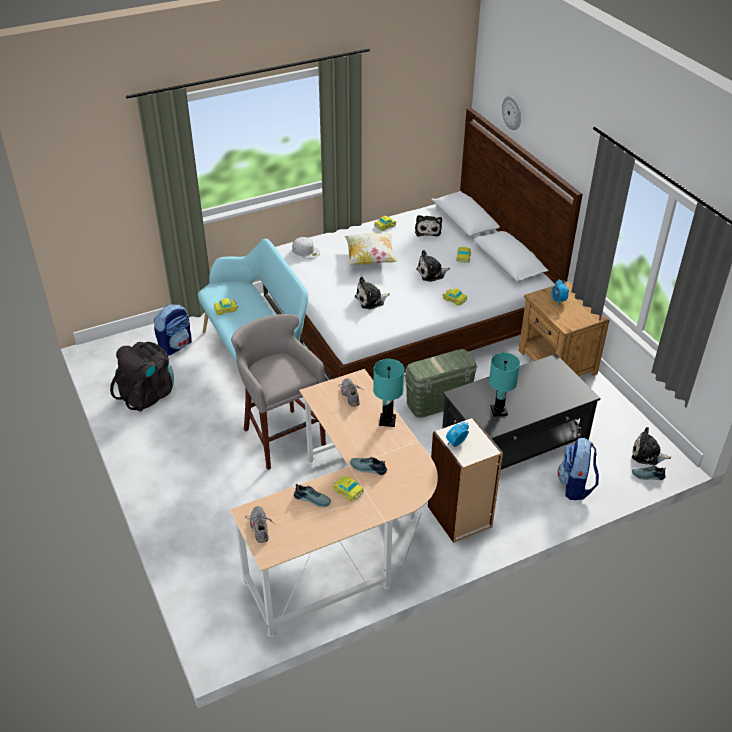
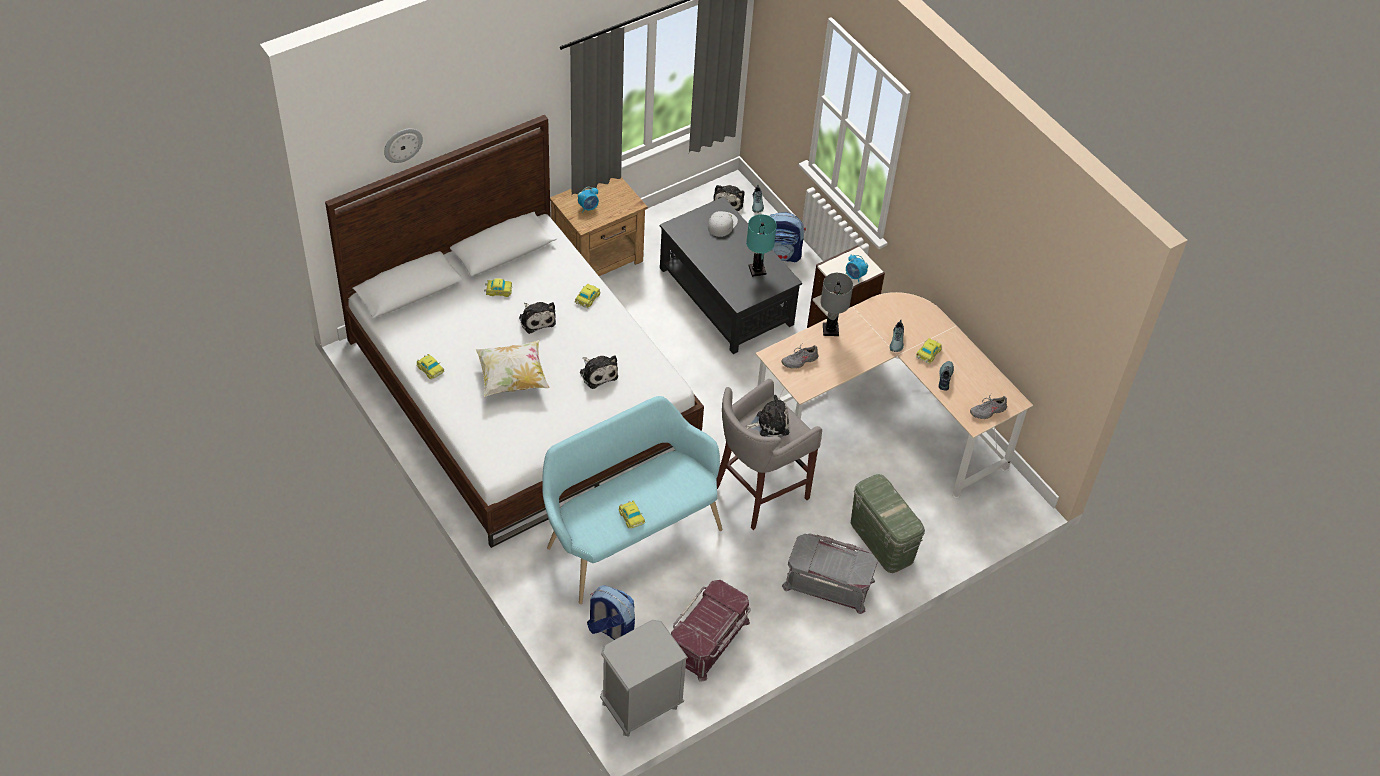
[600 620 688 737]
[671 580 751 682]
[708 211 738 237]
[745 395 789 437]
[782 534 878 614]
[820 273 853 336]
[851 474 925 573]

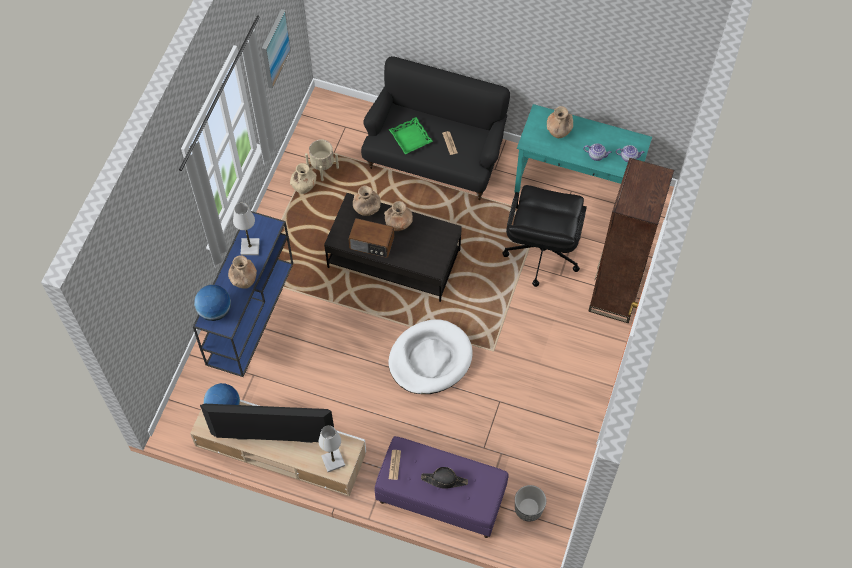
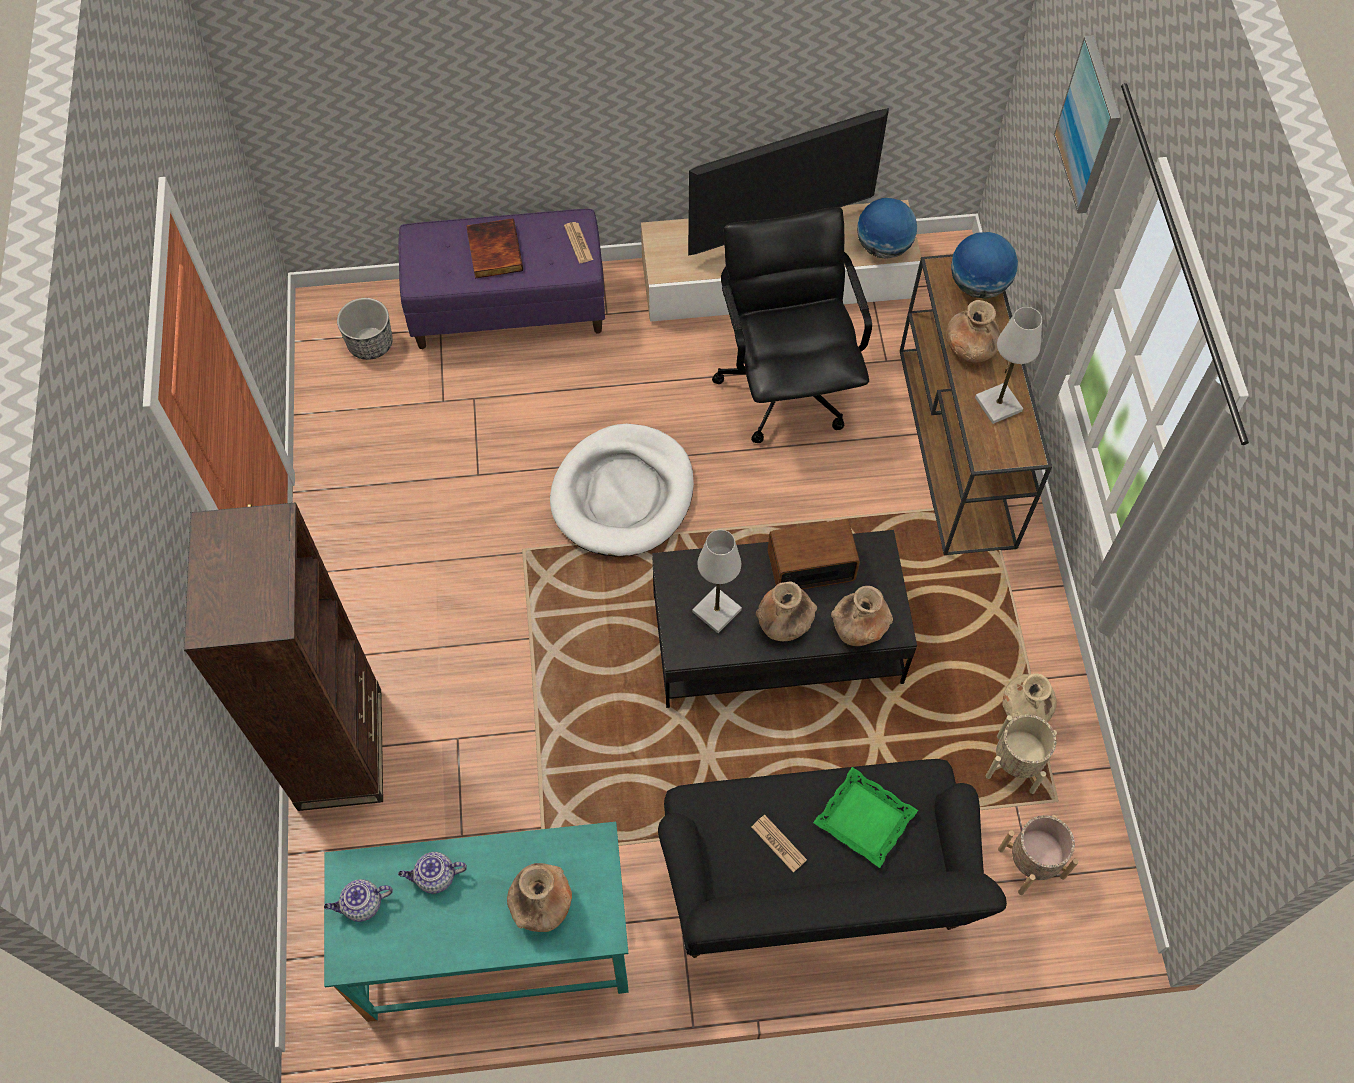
[466 218 523 278]
[692 530 742 633]
[712 207 872 443]
[900 254 1052 555]
[998 815 1079 895]
[1054 35 1121 214]

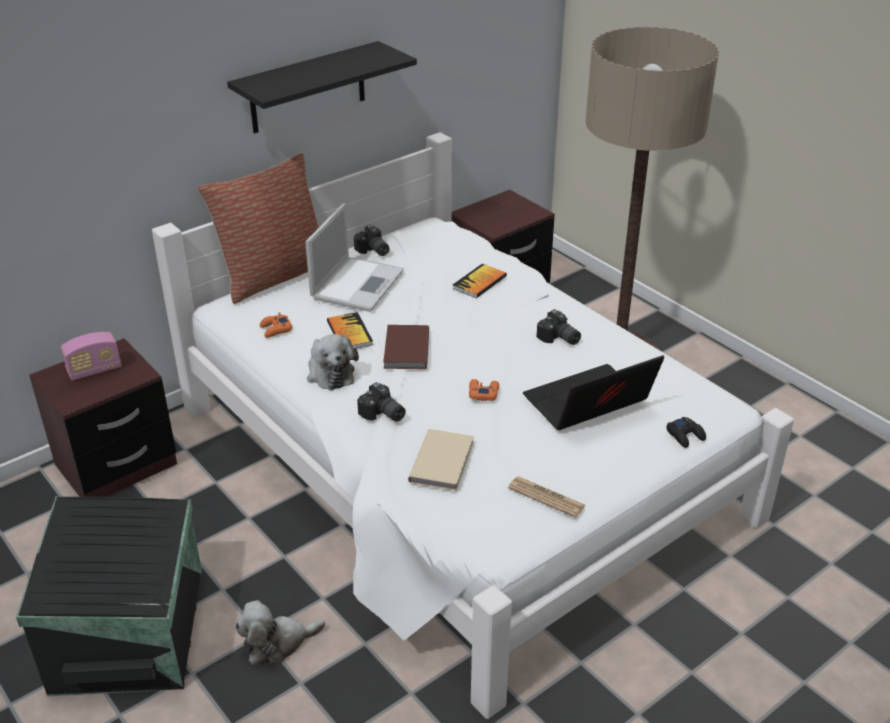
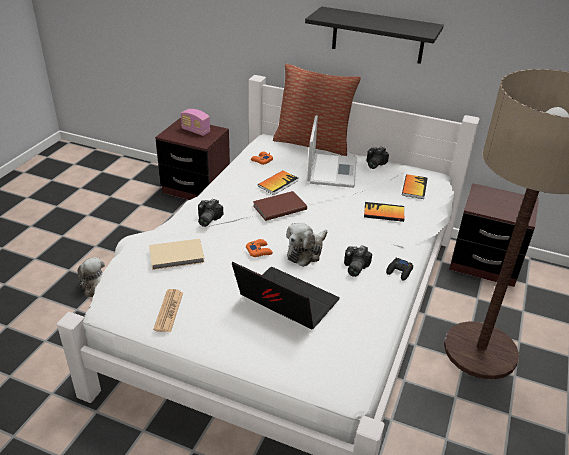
[286 223 327 267]
[307 115 357 188]
[386 258 413 281]
[402 174 428 199]
[16 496 202 697] (first image)

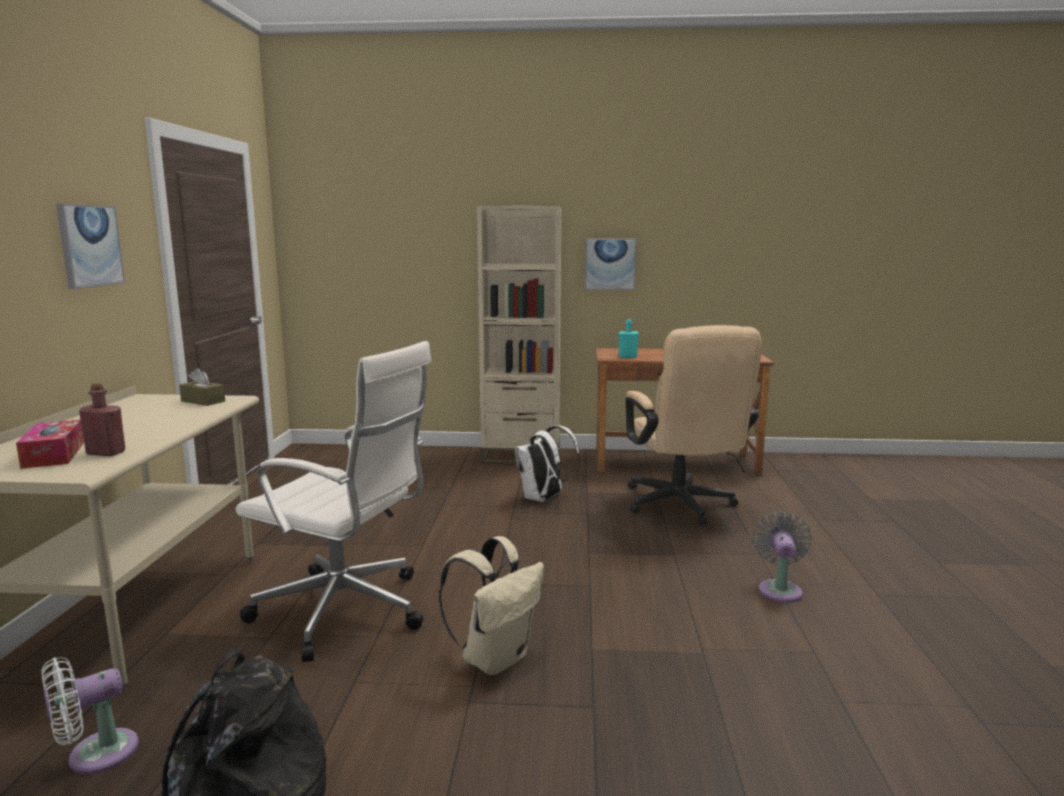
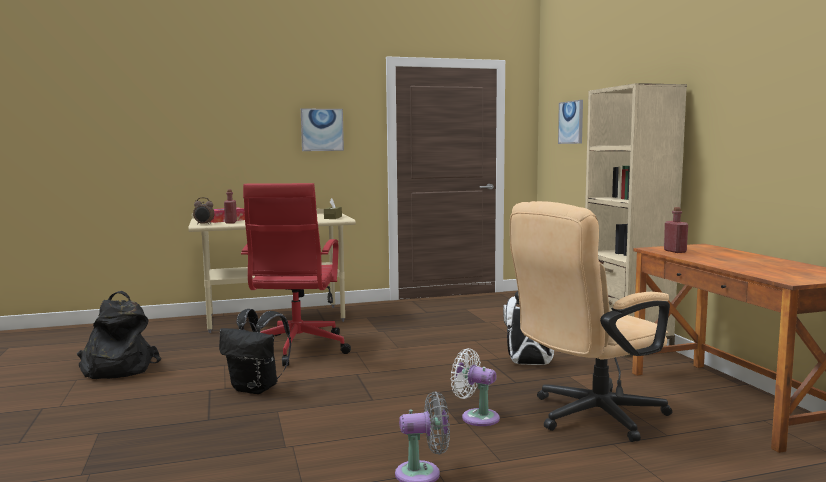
[193 197 215 225]
[219 309 291 394]
[241 183 351 366]
[450 348 500 426]
[558 100 583 144]
[664 207 688 253]

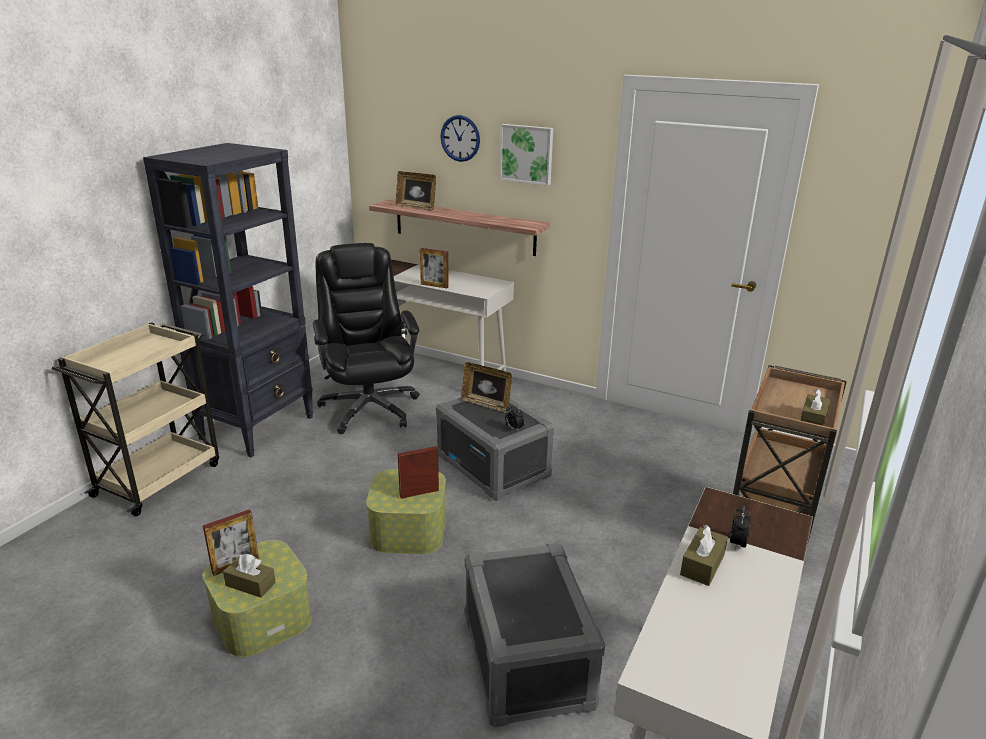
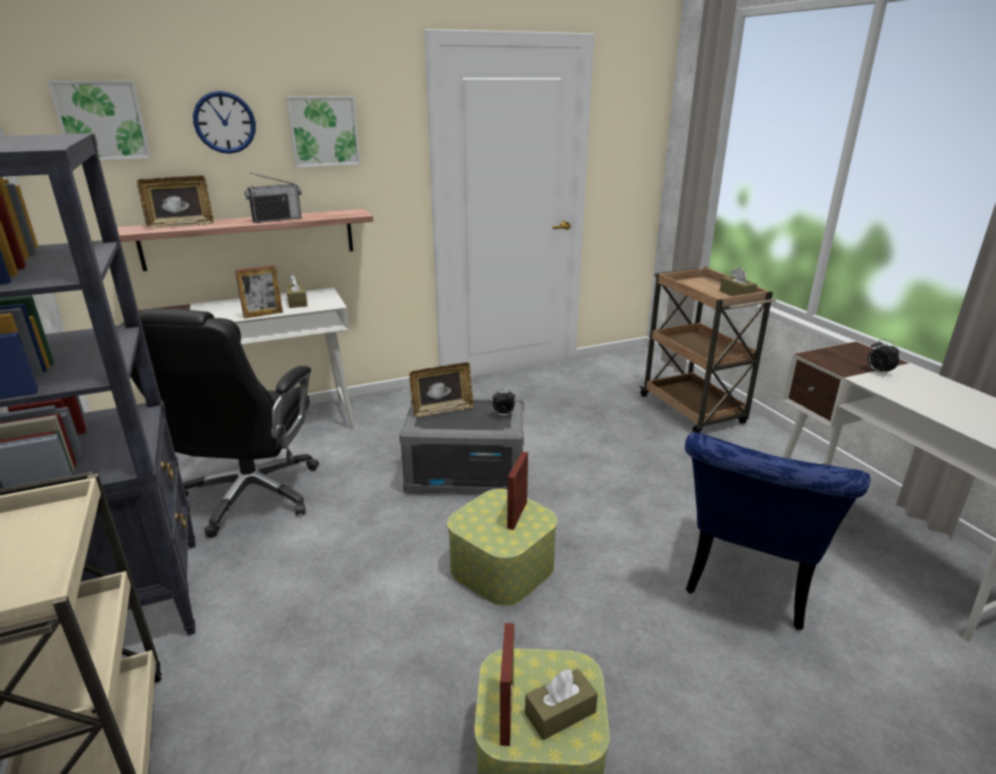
[48 81 151 160]
[120 309 319 538]
[245 173 302 223]
[286 275 308 308]
[685 432 871 630]

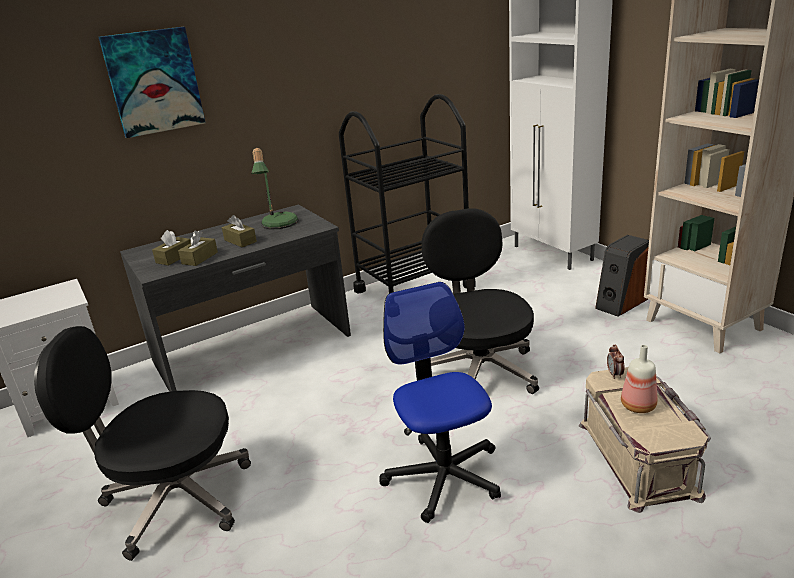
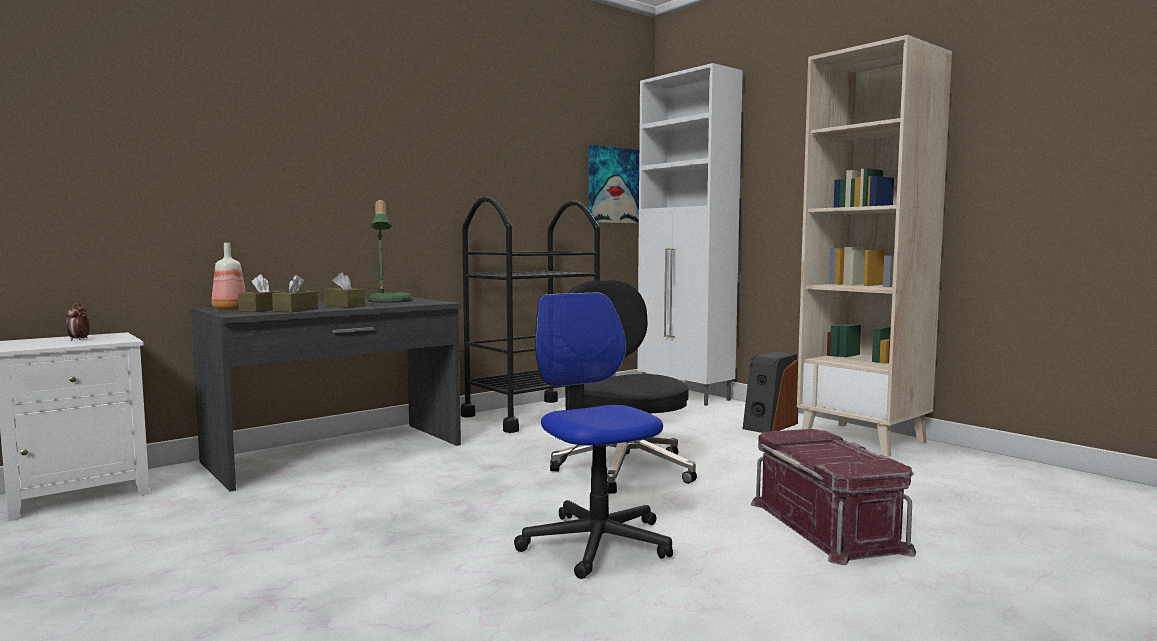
[66 303 90 341]
[212 243 246 310]
[589 145 639 224]
[751 429 916 565]
[34 326 251 561] (first image)

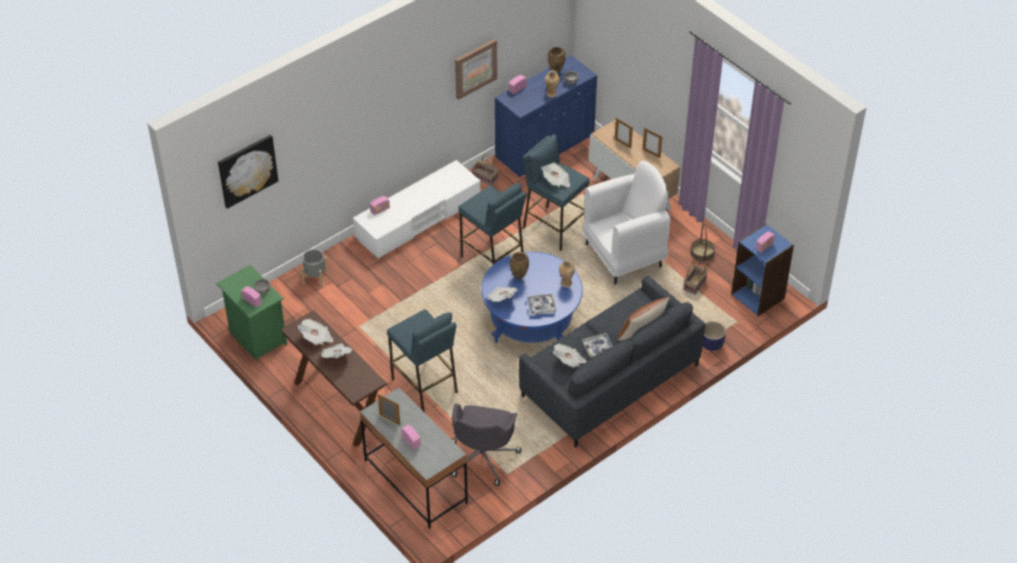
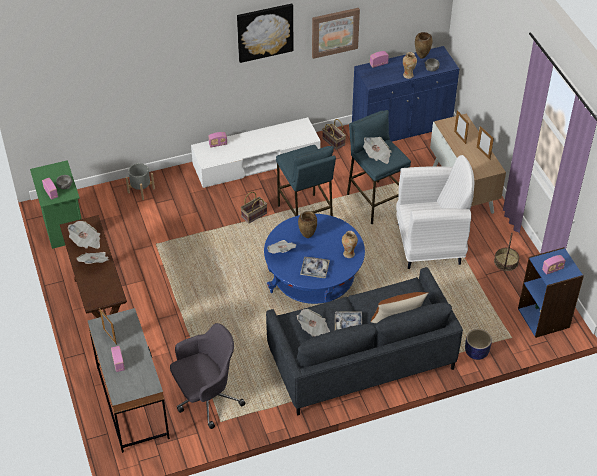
[170 323 246 429]
[237 4 293 63]
[240 192 267 224]
[387 309 458 412] (first image)

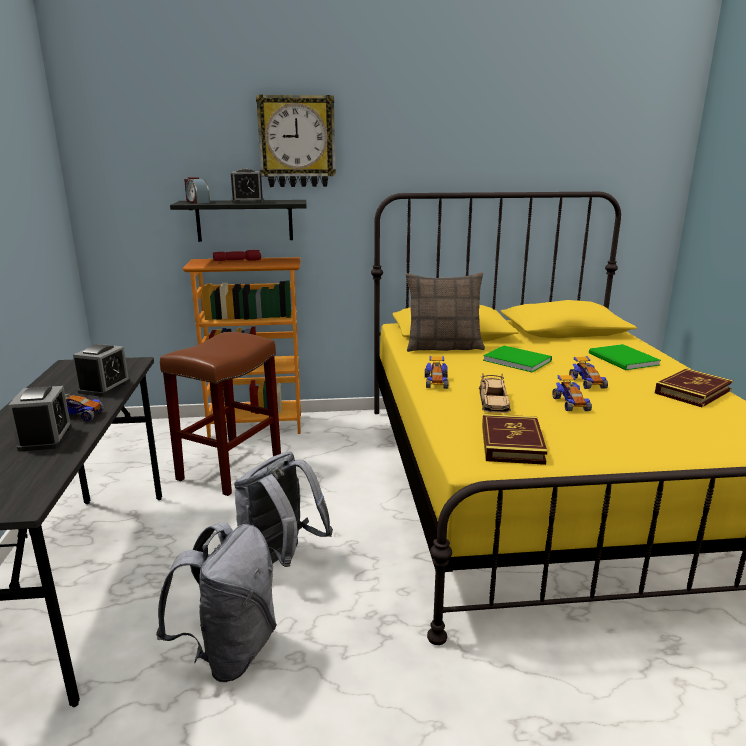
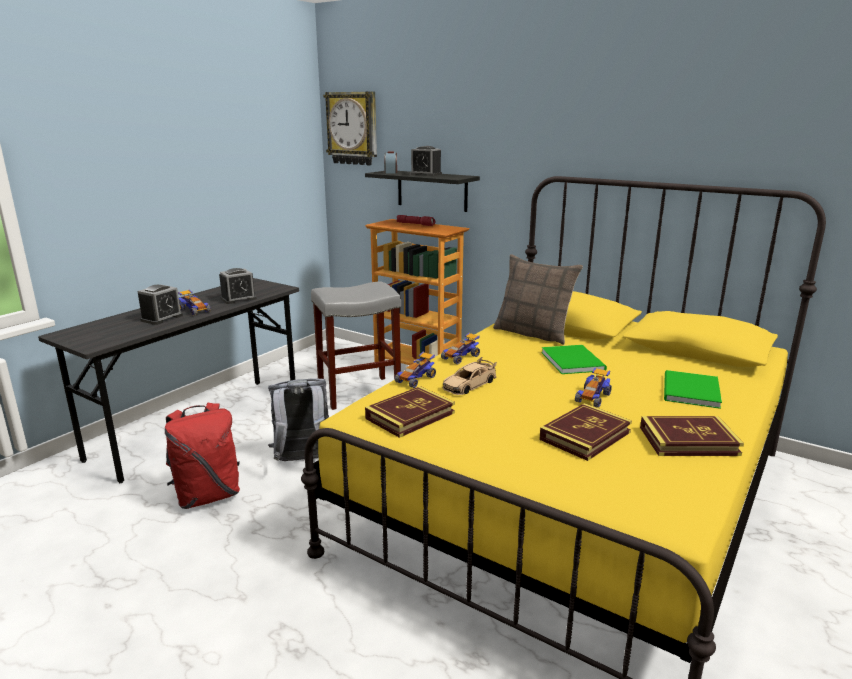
[165 403 240 509]
[311 281 401 410]
[323 92 377 165]
[395 352 436 388]
[539 403 632 461]

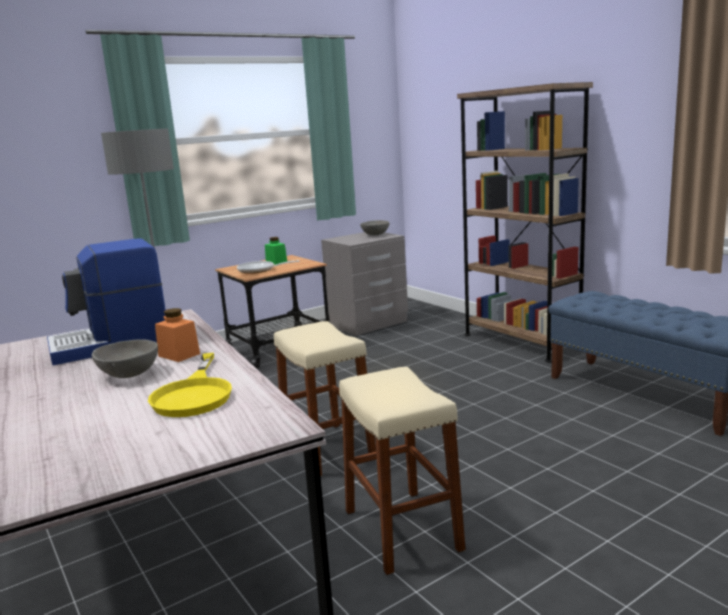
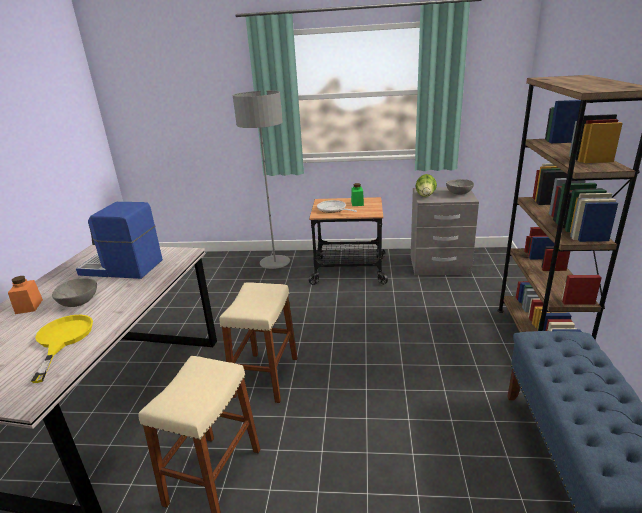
[8 276 43 314]
[31 314 93 383]
[415 174 437 197]

